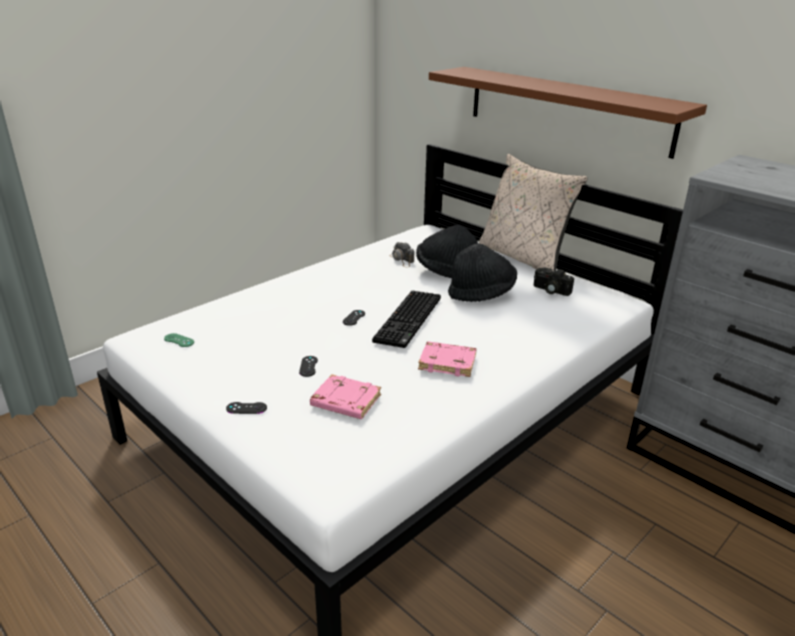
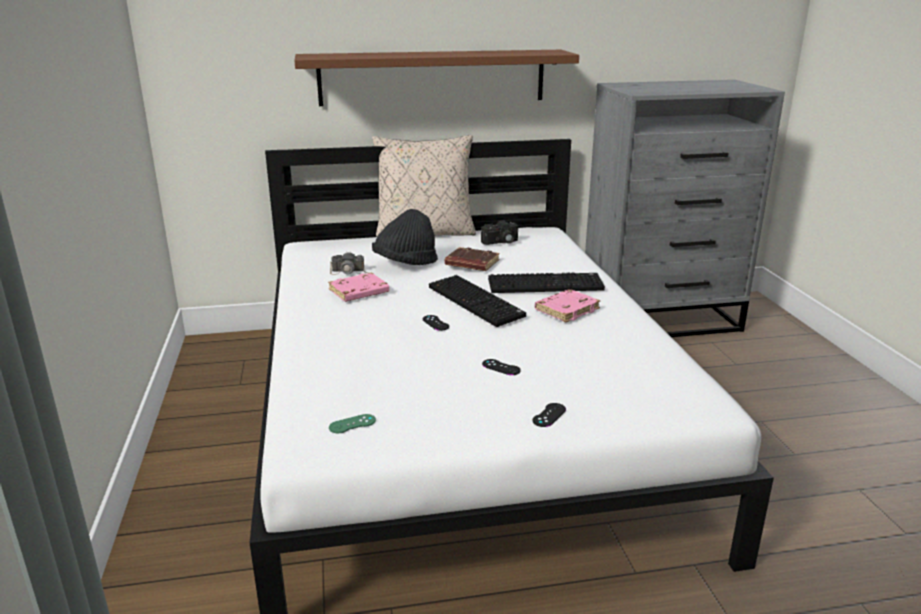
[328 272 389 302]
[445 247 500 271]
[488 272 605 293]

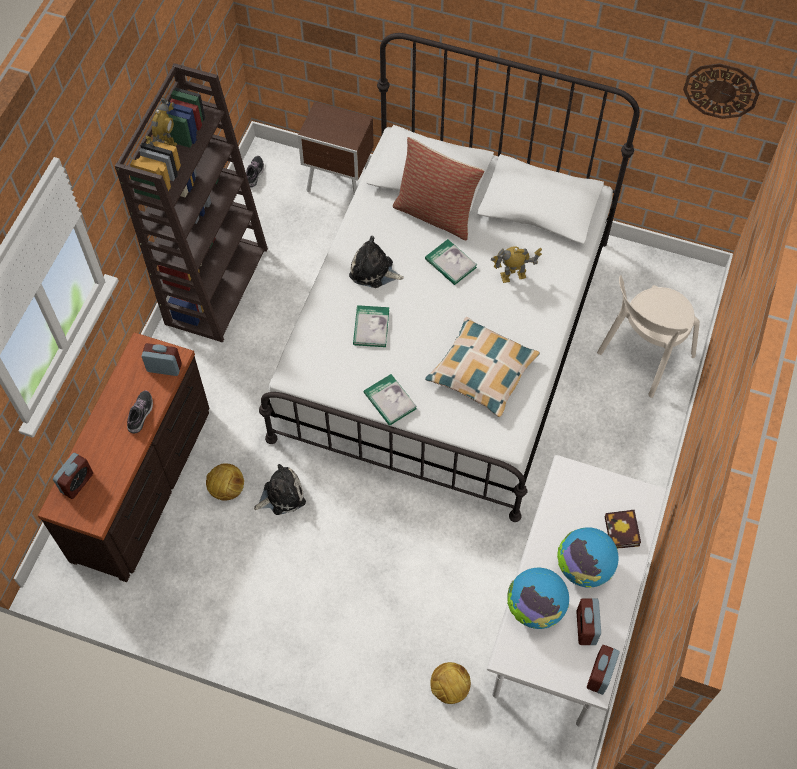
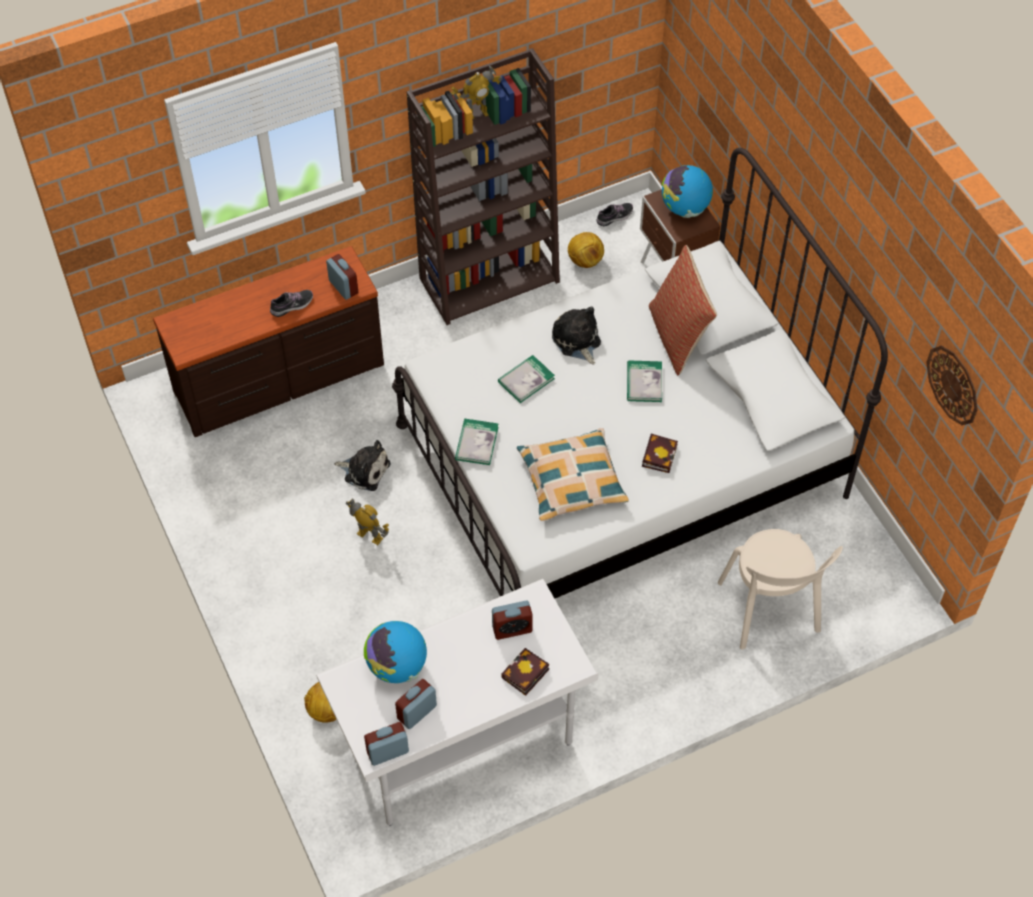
[346 498 389 545]
[492 601 533 640]
[568 232 604 268]
[642 433 678 473]
[662 165 713 218]
[718 529 843 650]

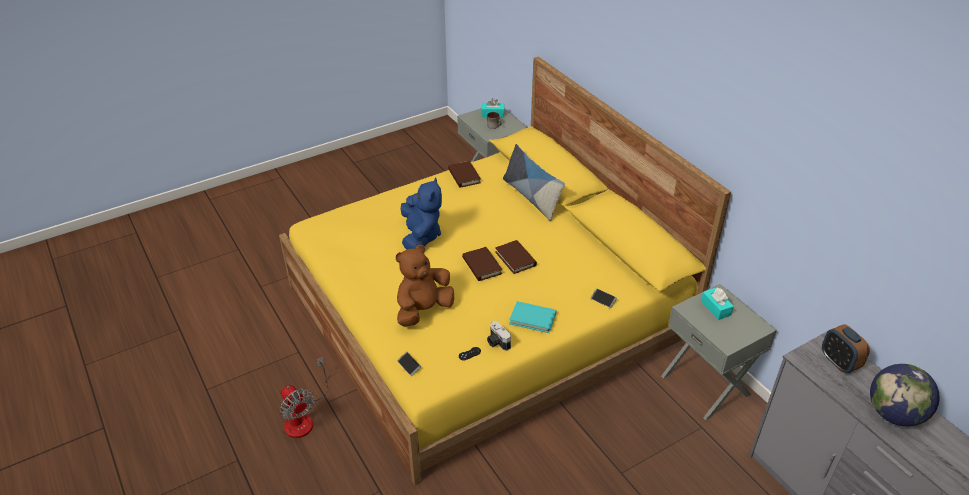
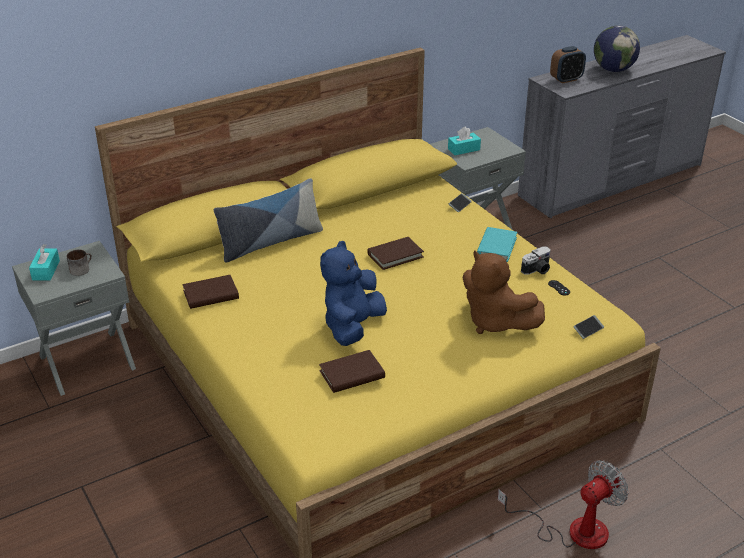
[319 350 385 393]
[320 241 387 346]

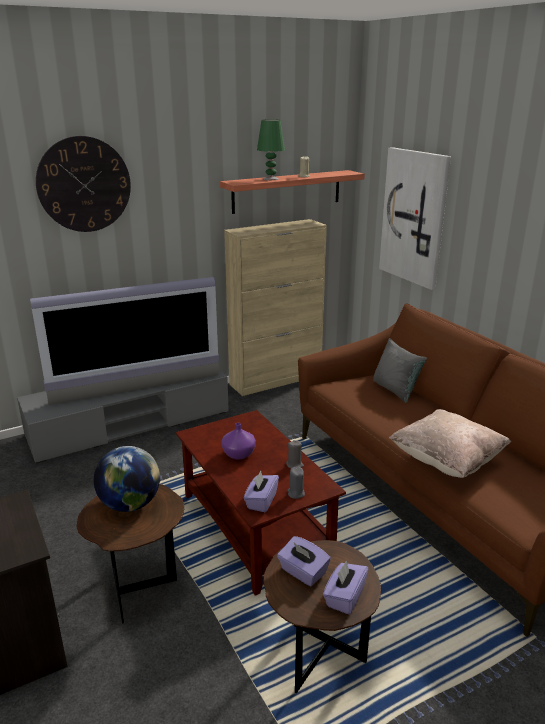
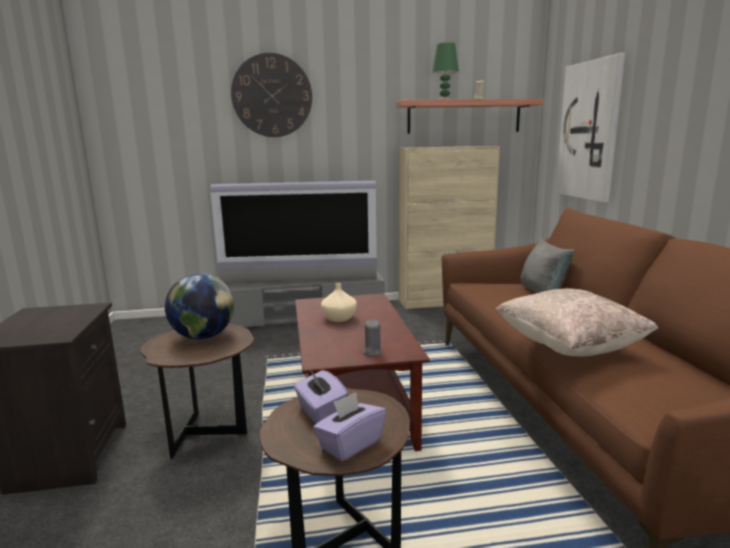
[321 283 357 322]
[244 471 279 512] (first image)
[286 440 304 468] (first image)

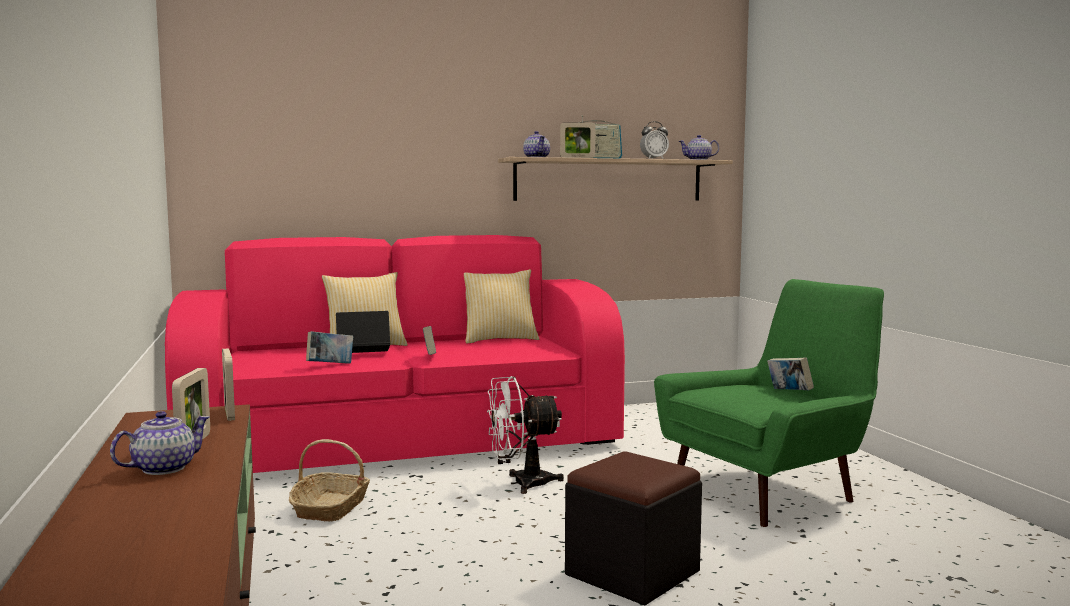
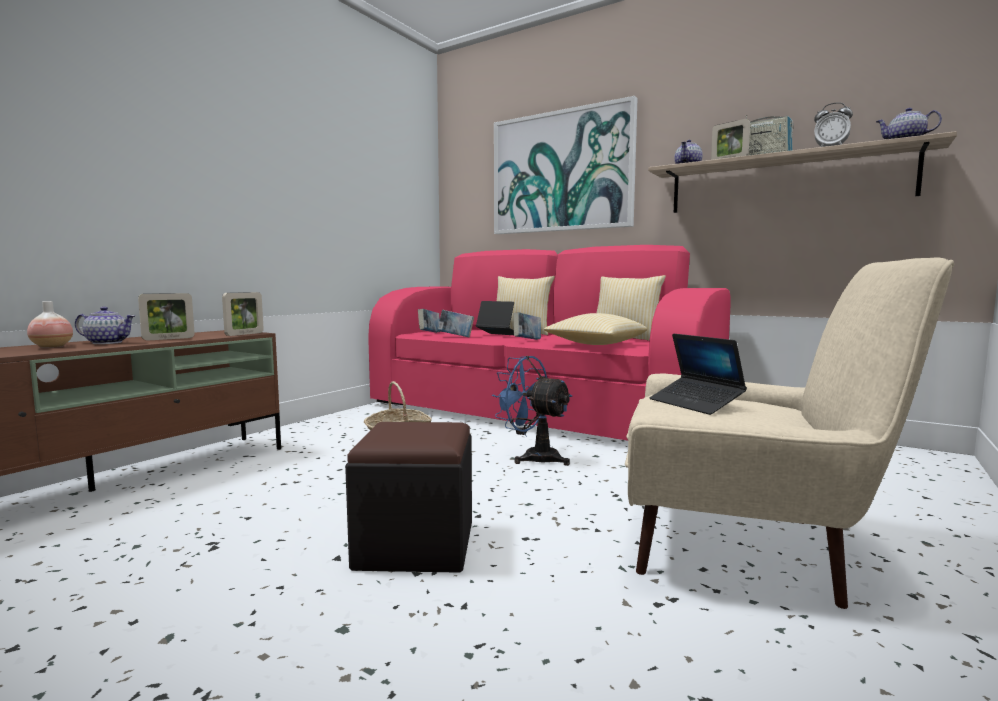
[27 301 73 348]
[418 309 440 333]
[492 356 572 466]
[494 96 637 234]
[544 313 647 345]
[625 258 954 609]
[650 333 747 415]

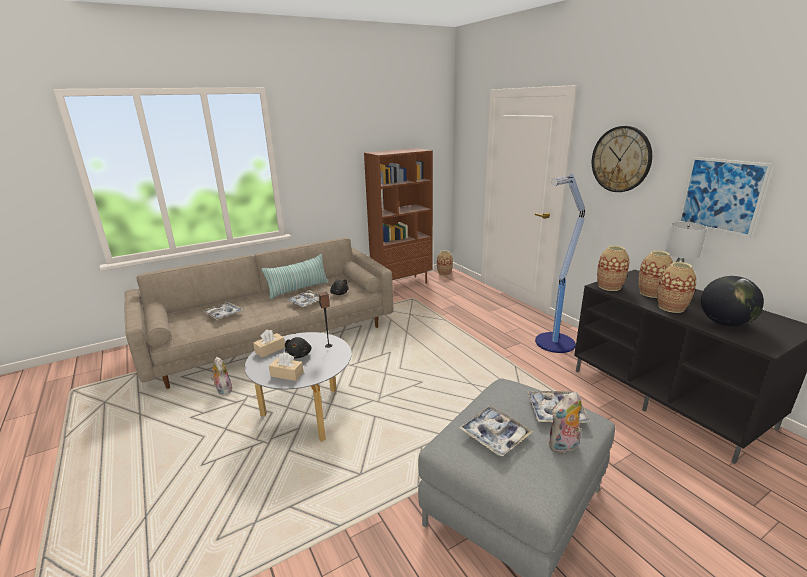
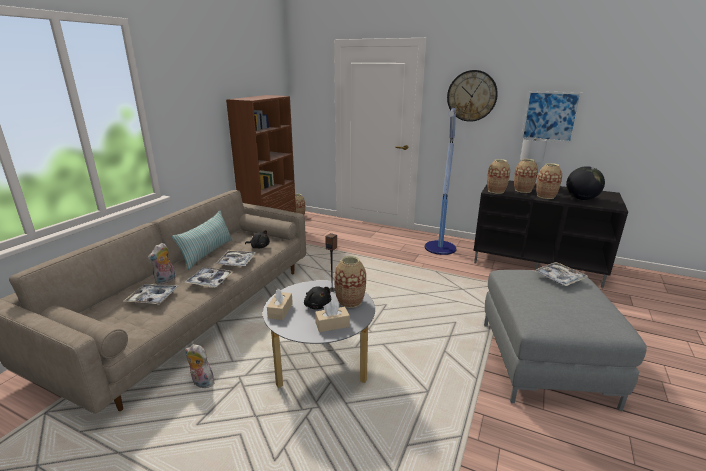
[147 243 176 285]
[184 267 234 287]
[334 256 366 308]

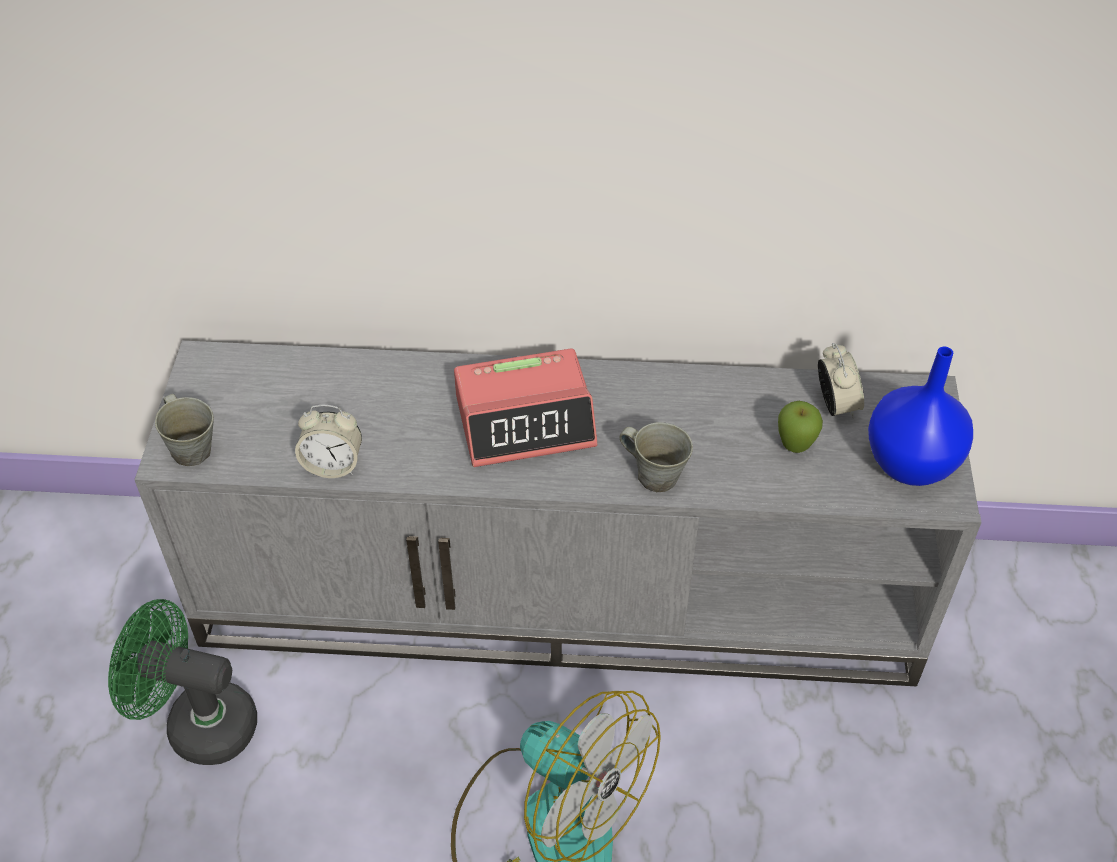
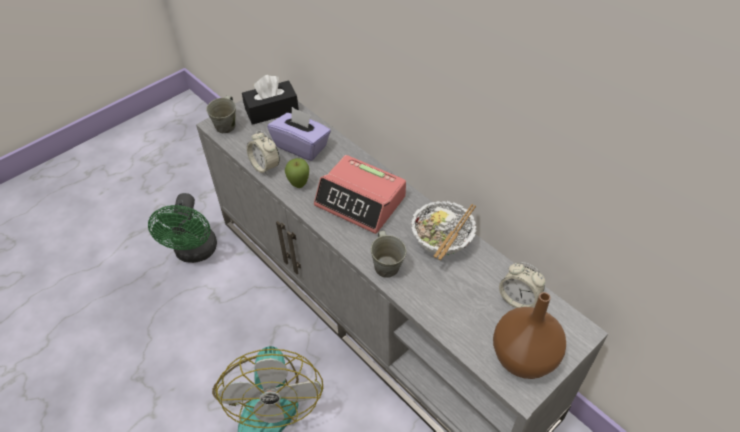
[148 193 217 263]
[242 75 299 125]
[268 107 331 161]
[285 158 309 188]
[411 201 477 260]
[493 292 566 379]
[499 262 545 308]

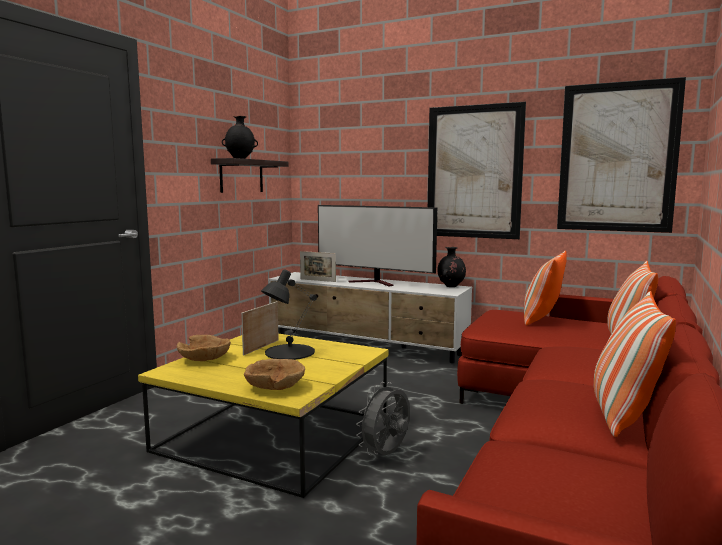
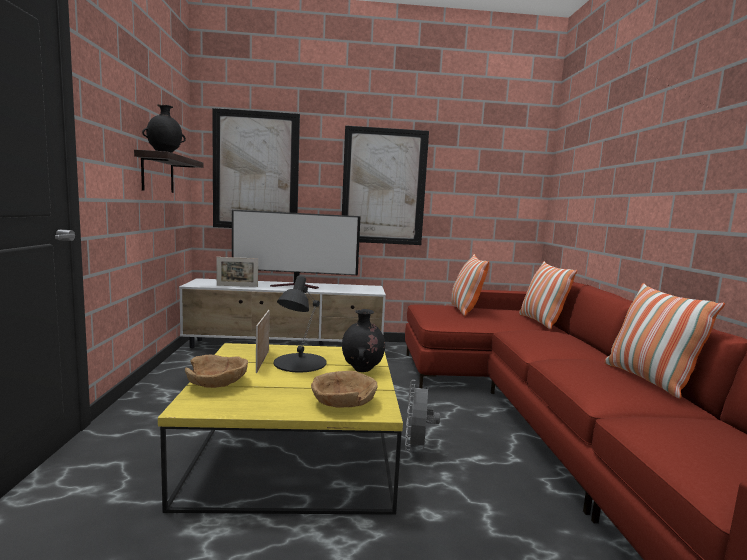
[212 108 300 228]
[342 309 385 372]

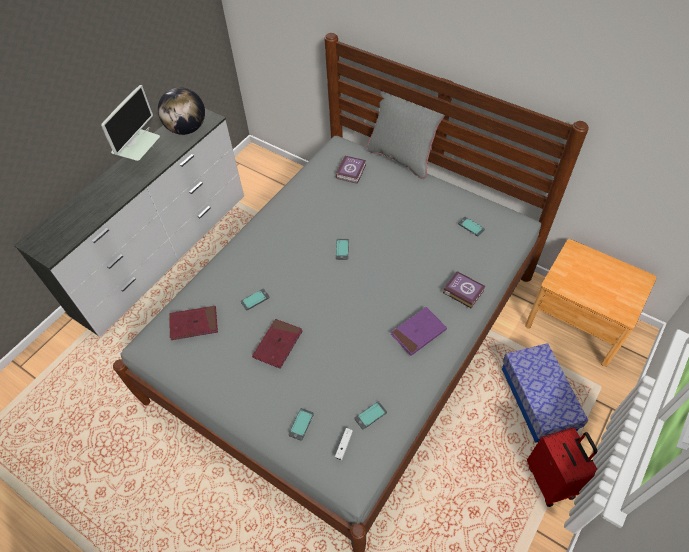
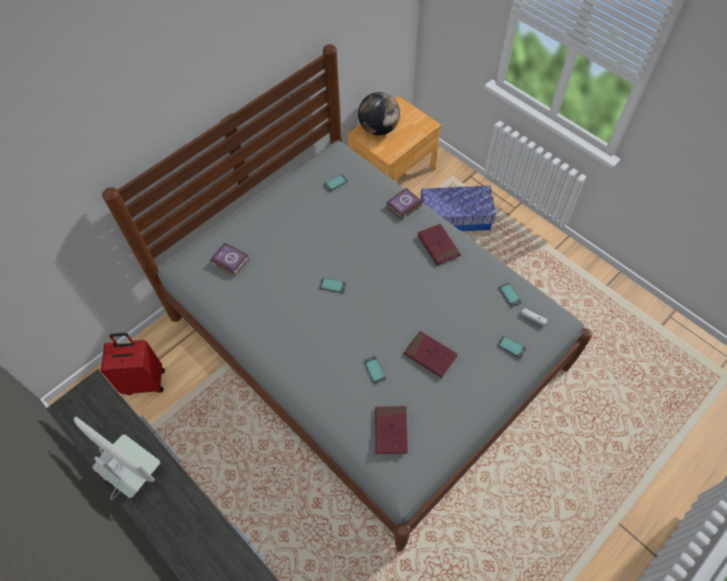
[101 333 165 395]
[358 92 400 135]
[417 224 461 265]
[367 91 445 179] (first image)

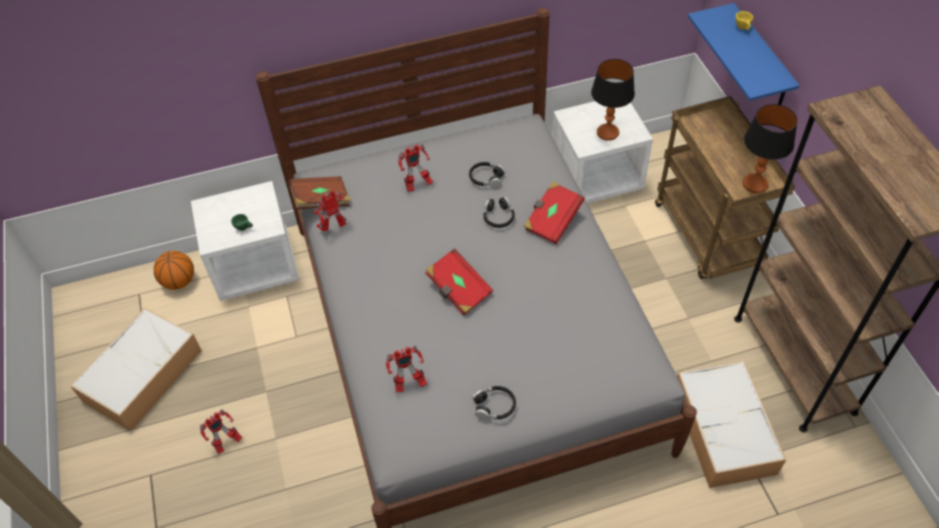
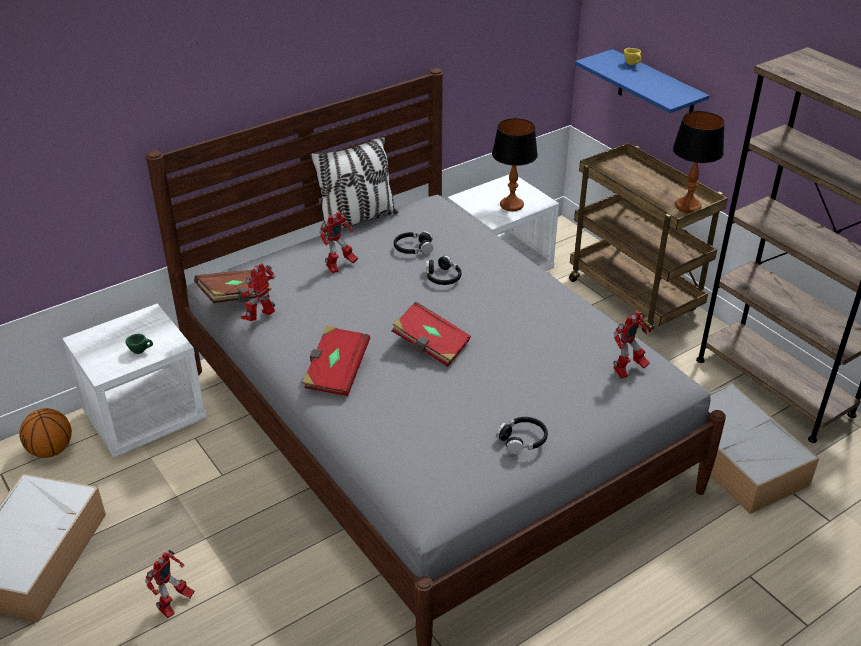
[302 325 370 396]
[309 136 399 236]
[613 311 650 379]

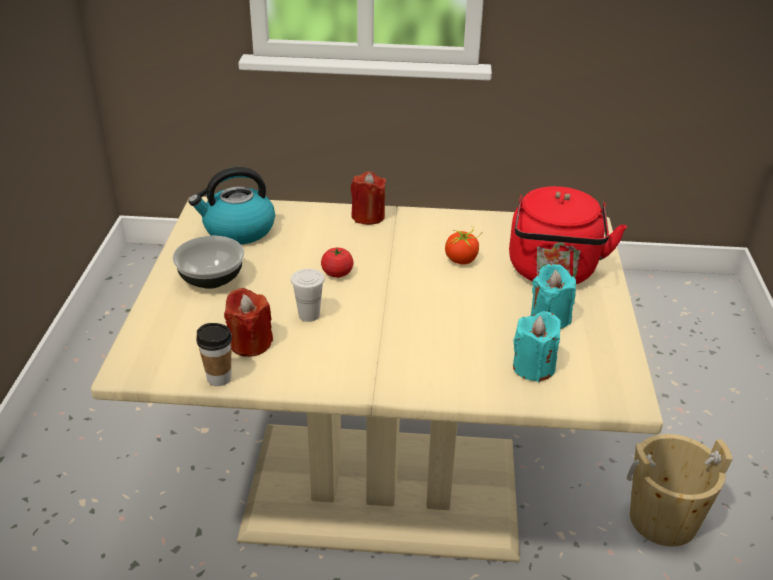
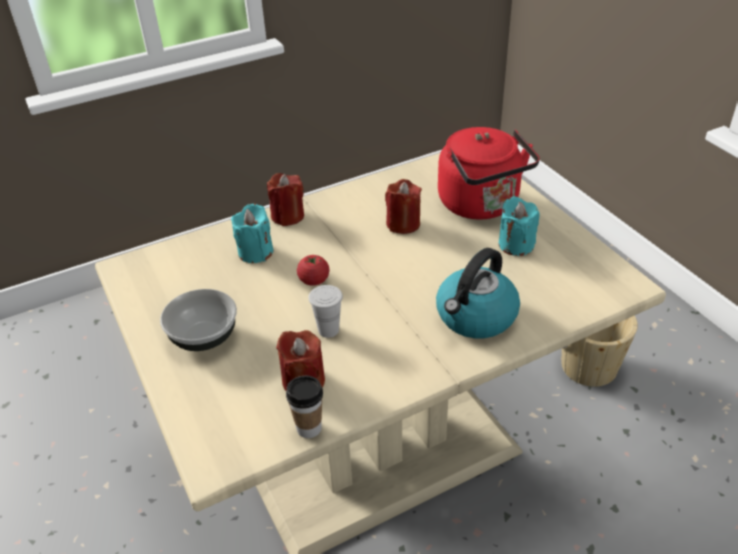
[231 204 273 263]
[385 179 422 234]
[436 248 520 338]

